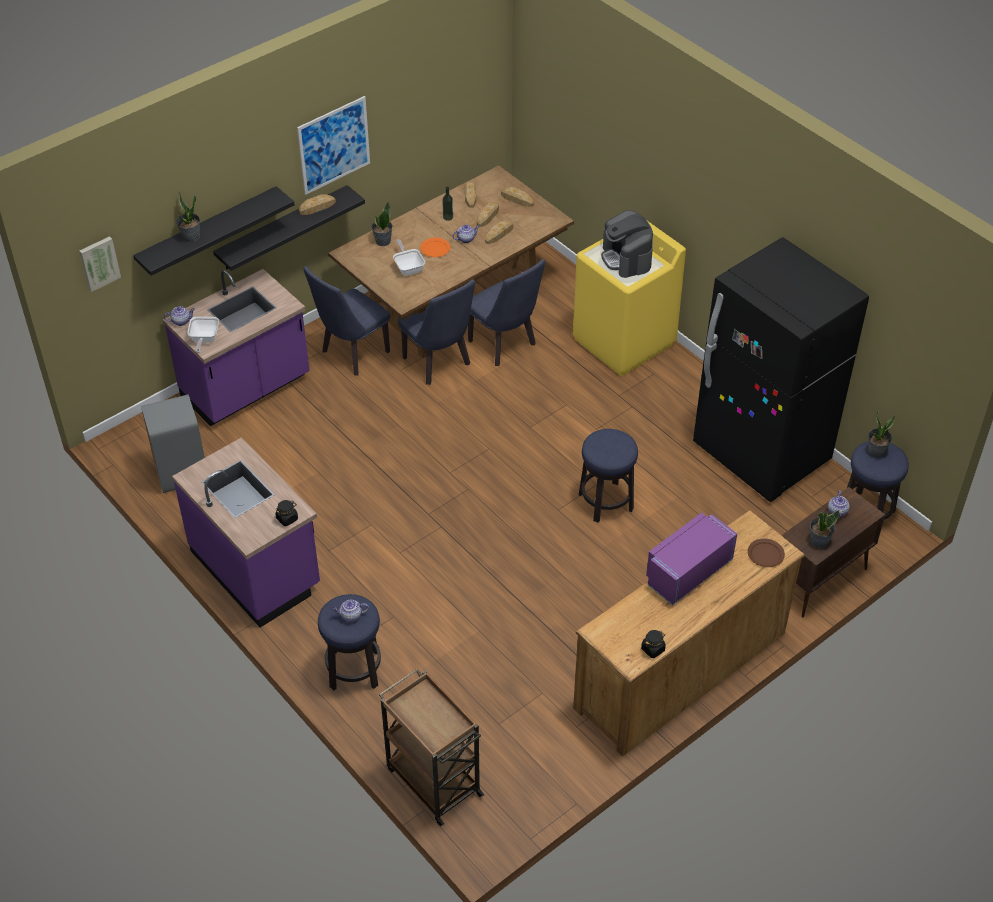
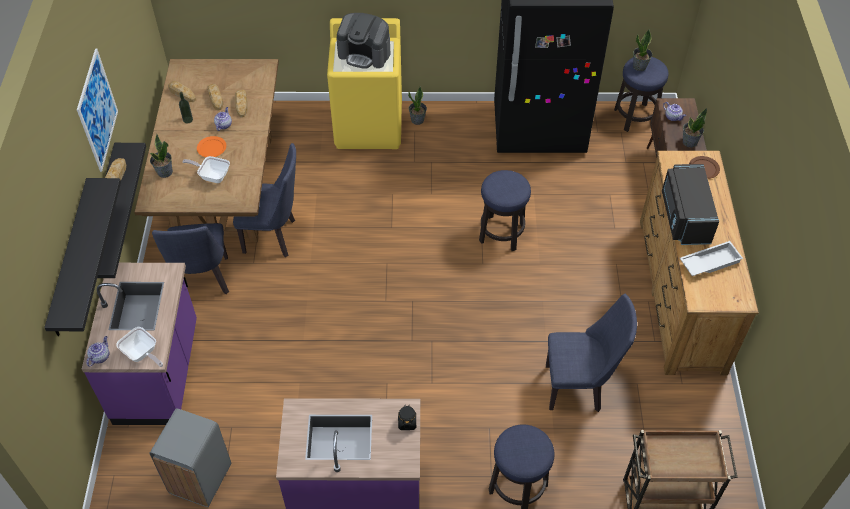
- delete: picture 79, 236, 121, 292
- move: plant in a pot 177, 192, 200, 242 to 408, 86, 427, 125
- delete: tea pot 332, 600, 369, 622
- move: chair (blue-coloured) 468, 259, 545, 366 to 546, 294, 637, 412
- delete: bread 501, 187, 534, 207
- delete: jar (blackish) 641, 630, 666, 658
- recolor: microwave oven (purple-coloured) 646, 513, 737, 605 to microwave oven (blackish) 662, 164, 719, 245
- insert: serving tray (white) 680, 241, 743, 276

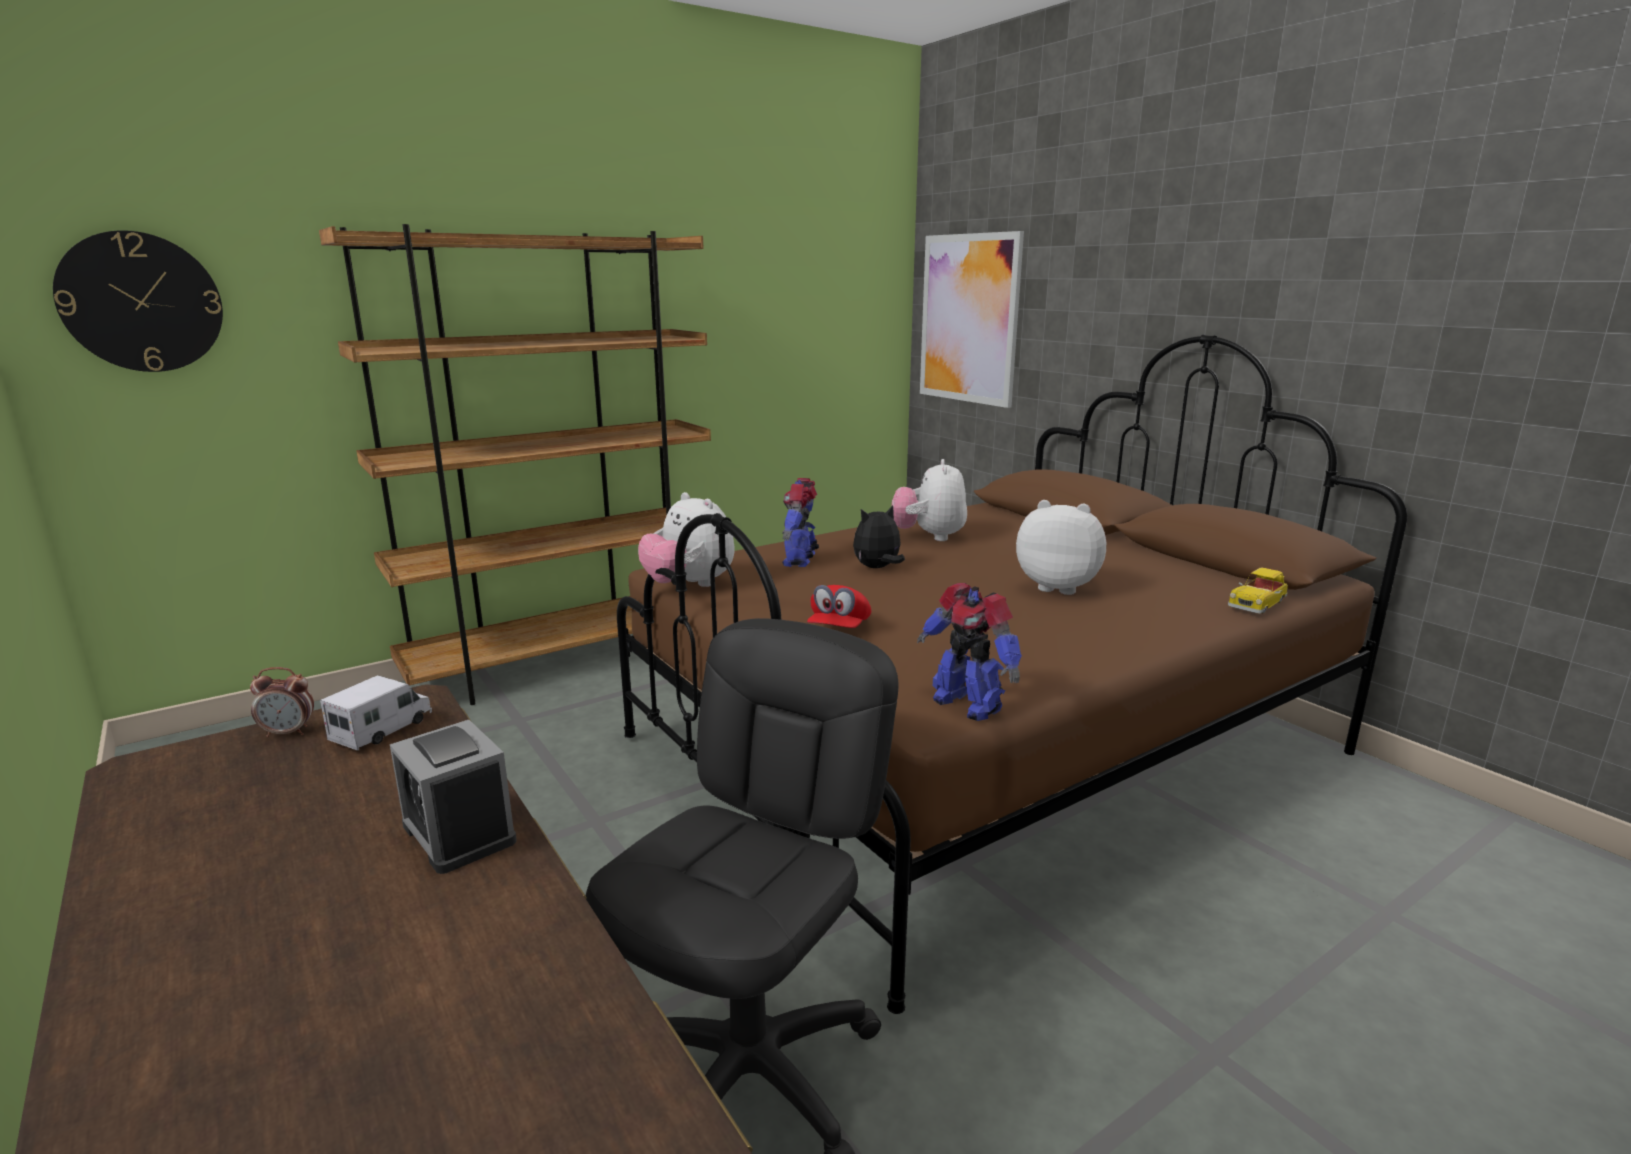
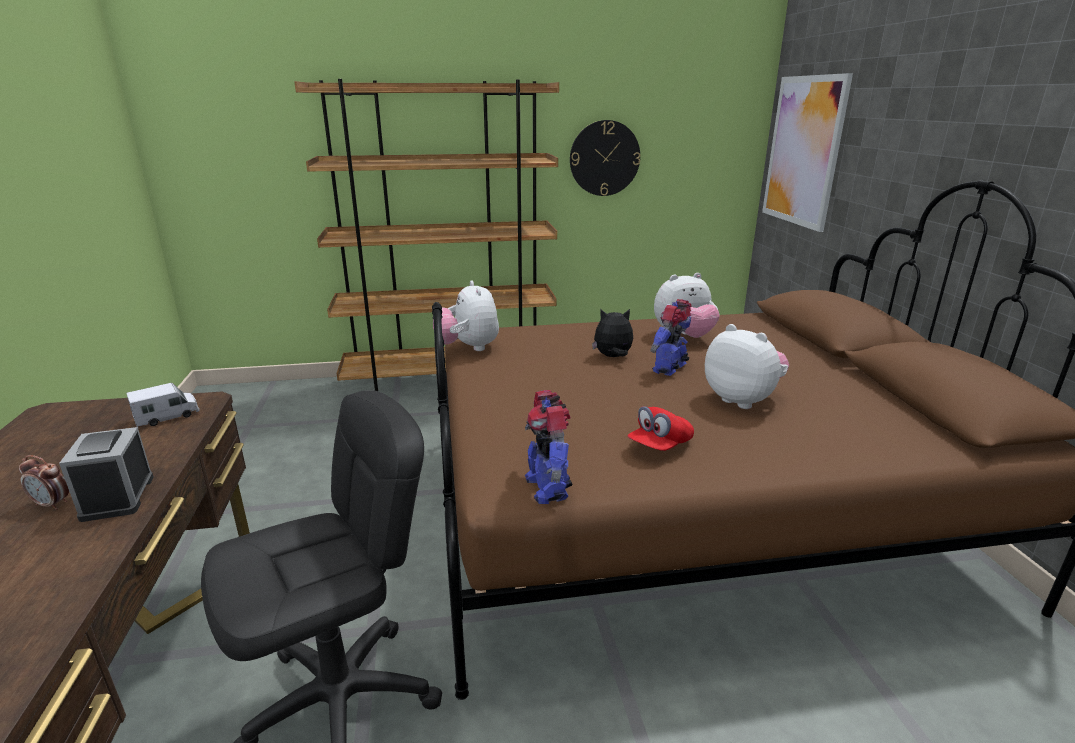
- move: hanging clock 53, 230, 223, 372 to 570, 120, 640, 196
- move: bedside clock 250, 667, 314, 737 to 19, 455, 69, 510
- move: robot figure 782, 478, 819, 567 to 650, 299, 692, 376
- move: cap (red) 807, 585, 871, 628 to 628, 406, 694, 451
- rotate: soft toy 892, 459, 967, 541 = 654, 273, 720, 338 135 degrees counterclockwise
- delete: model car 1228, 568, 1288, 614

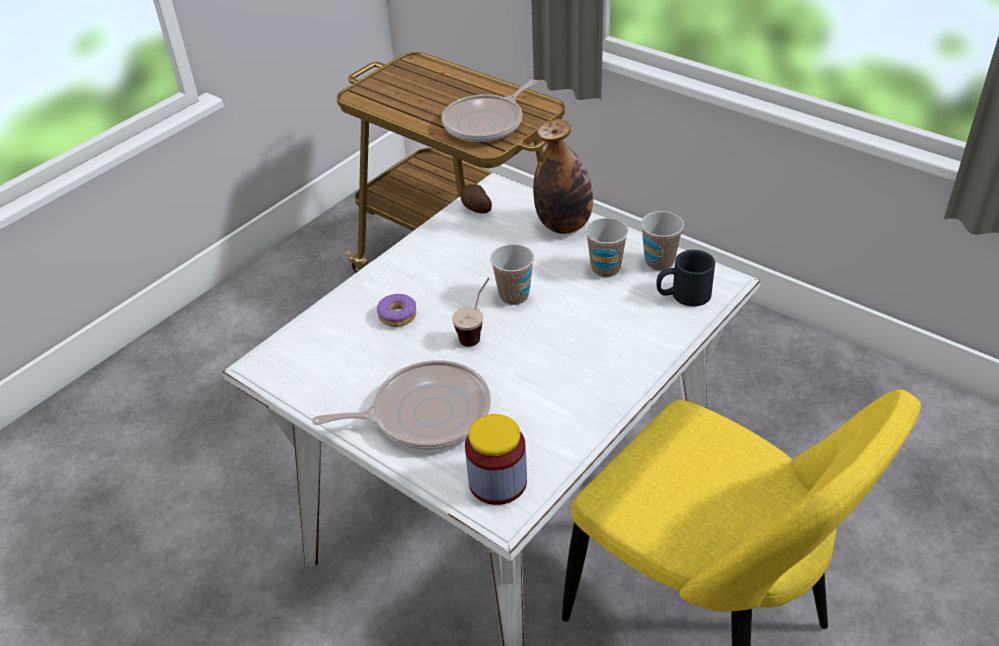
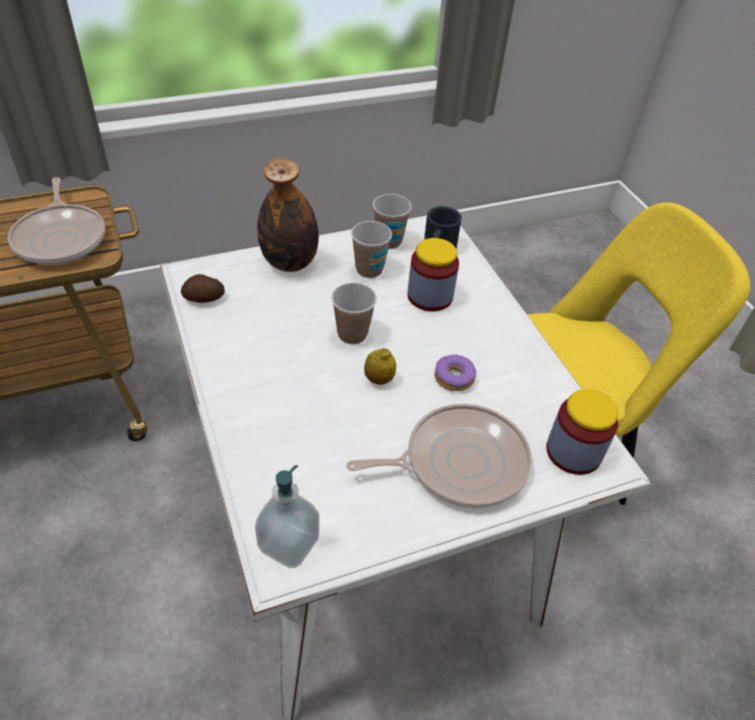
- rotate: pan 312, 360, 491, 450 = 346, 404, 532, 508 60 degrees clockwise
- move: doughnut 377, 294, 416, 327 to 434, 355, 476, 391
- replace: drinking cup 452, 278, 490, 347 to lemon 364, 348, 396, 385
- insert: soap bottle 255, 465, 319, 568
- insert: jar 407, 238, 459, 311

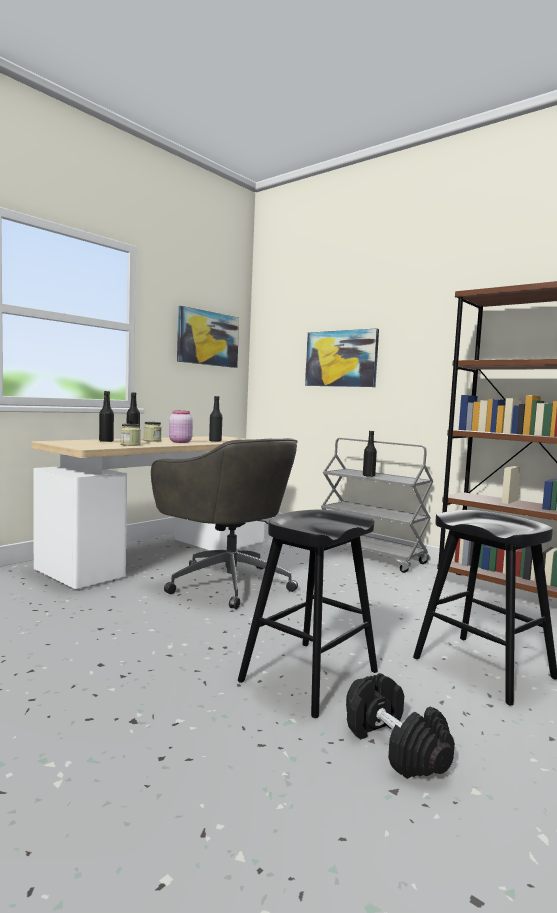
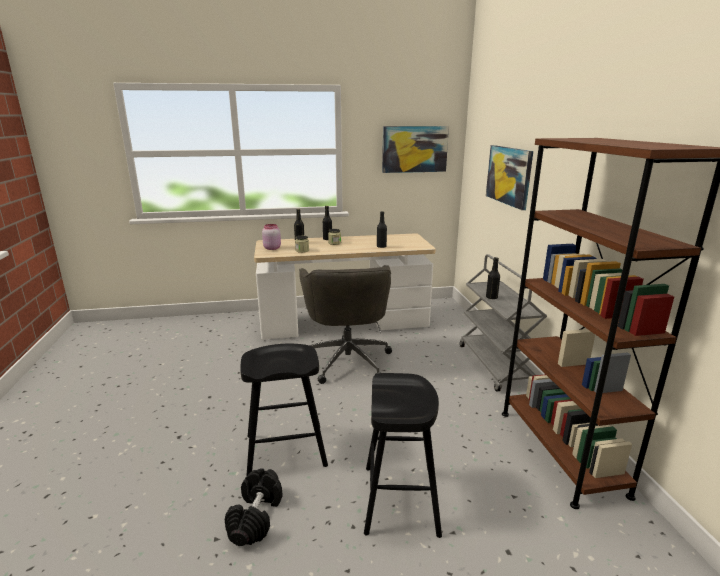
- move: jar (pinkish) 169, 410, 193, 443 to 262, 224, 281, 250

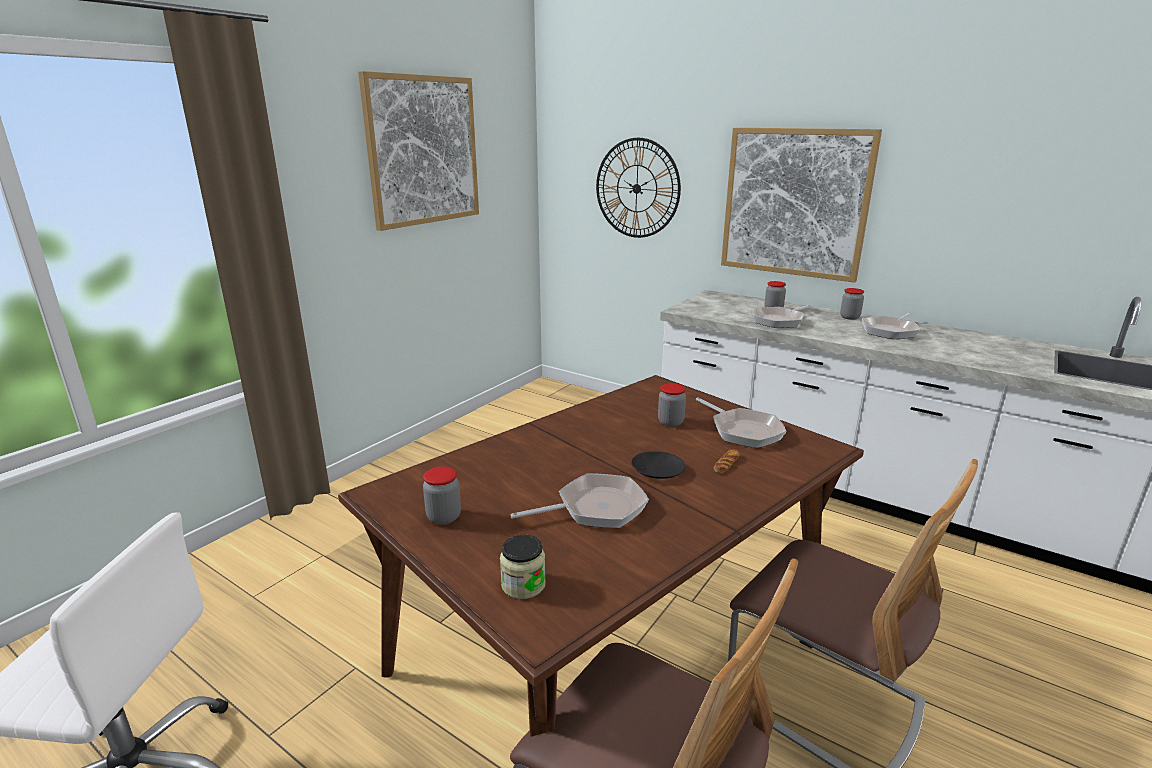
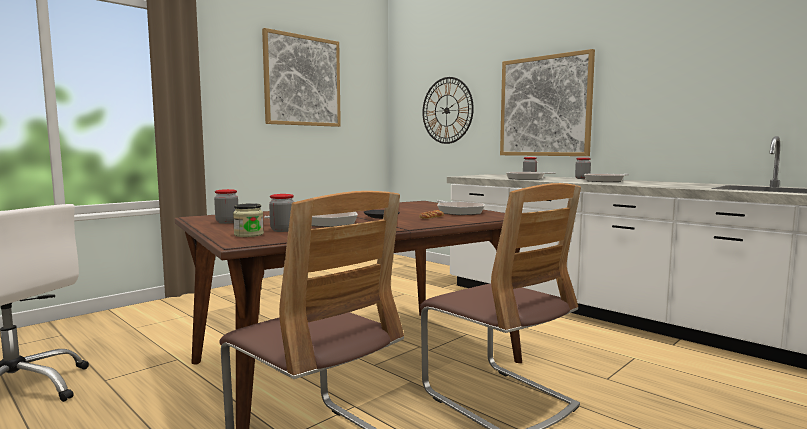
- move: jar 658, 383, 686, 427 to 269, 194, 294, 232

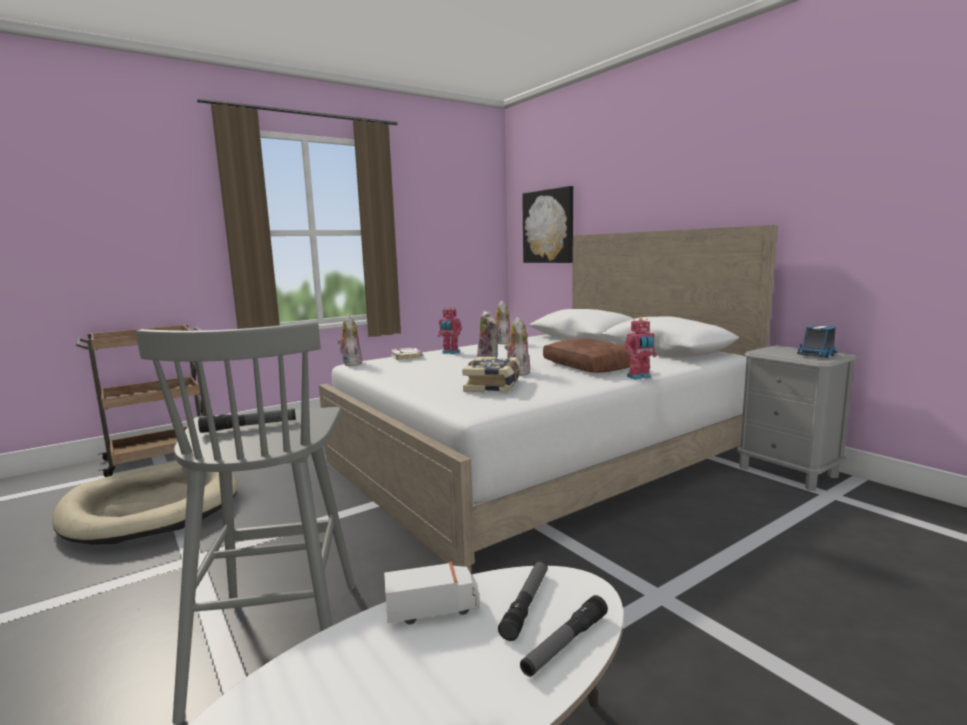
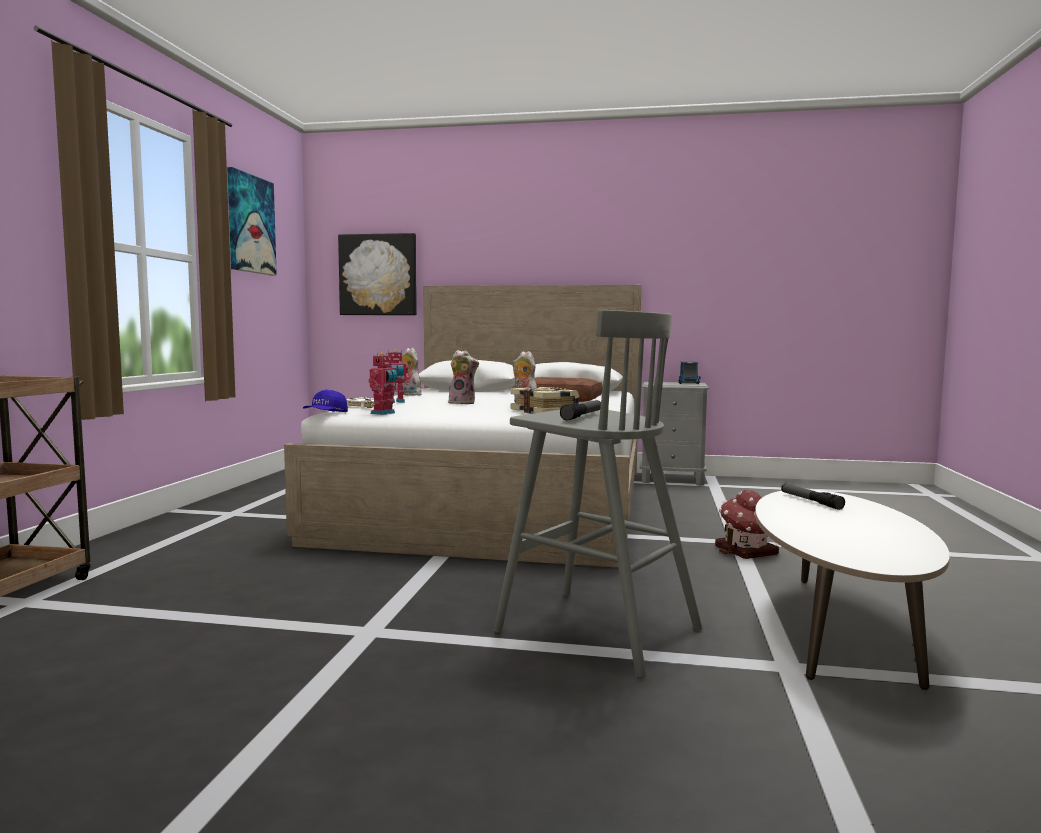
- delete: dog cushion (beige-coloured) 52, 462, 238, 545
- replace: soft toy 338, 315, 362, 366 to cap (blue-coloured) 303, 390, 348, 412
- delete: toy lorry 384, 562, 480, 625
- delete: flashlight 520, 595, 608, 677
- move: robot figure 624, 318, 657, 380 to 369, 352, 399, 415
- insert: picture 227, 167, 277, 276
- insert: model house 715, 490, 779, 559

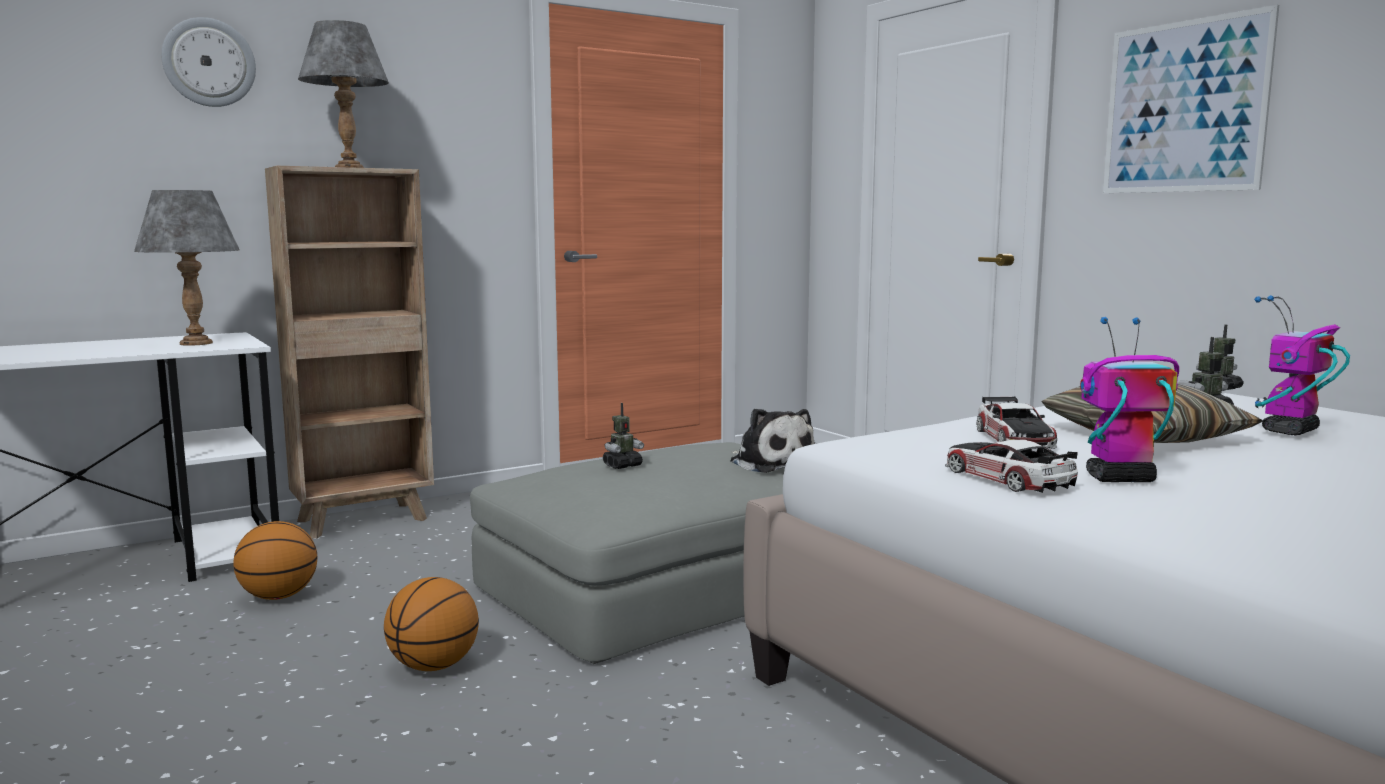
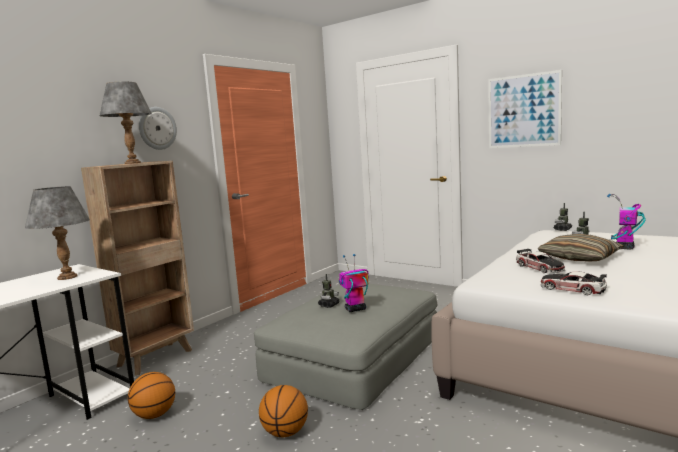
- move: hanging clock 161, 17, 256, 107 to 139, 107, 177, 150
- delete: soft toy 730, 408, 815, 473
- move: robot figure 1080, 317, 1179, 482 to 339, 254, 369, 312

